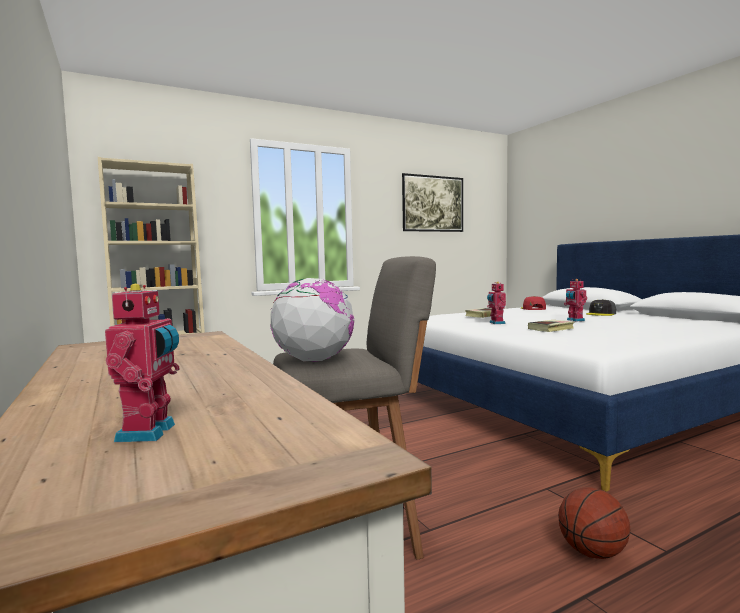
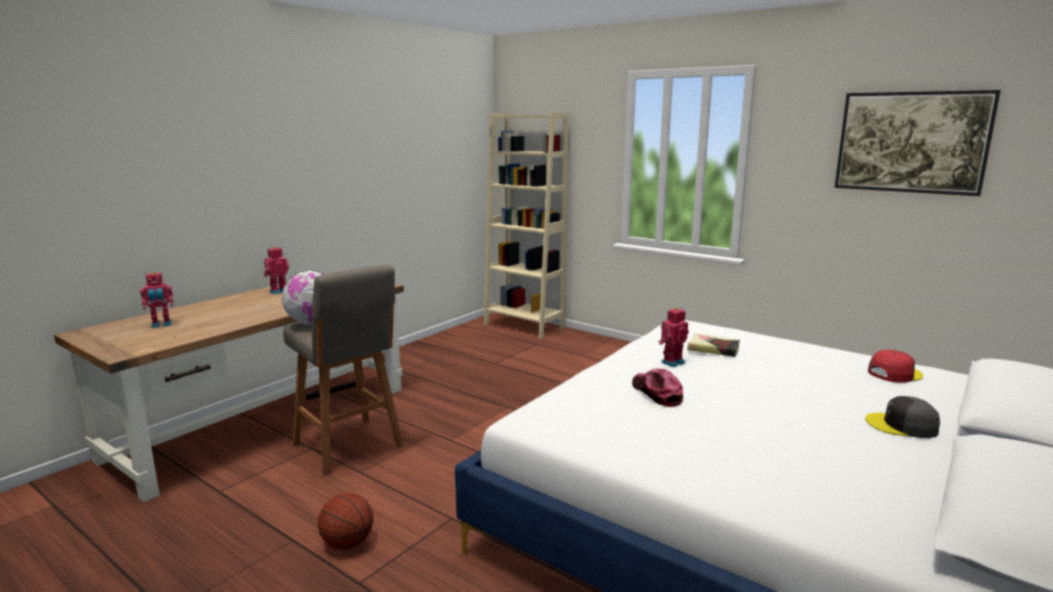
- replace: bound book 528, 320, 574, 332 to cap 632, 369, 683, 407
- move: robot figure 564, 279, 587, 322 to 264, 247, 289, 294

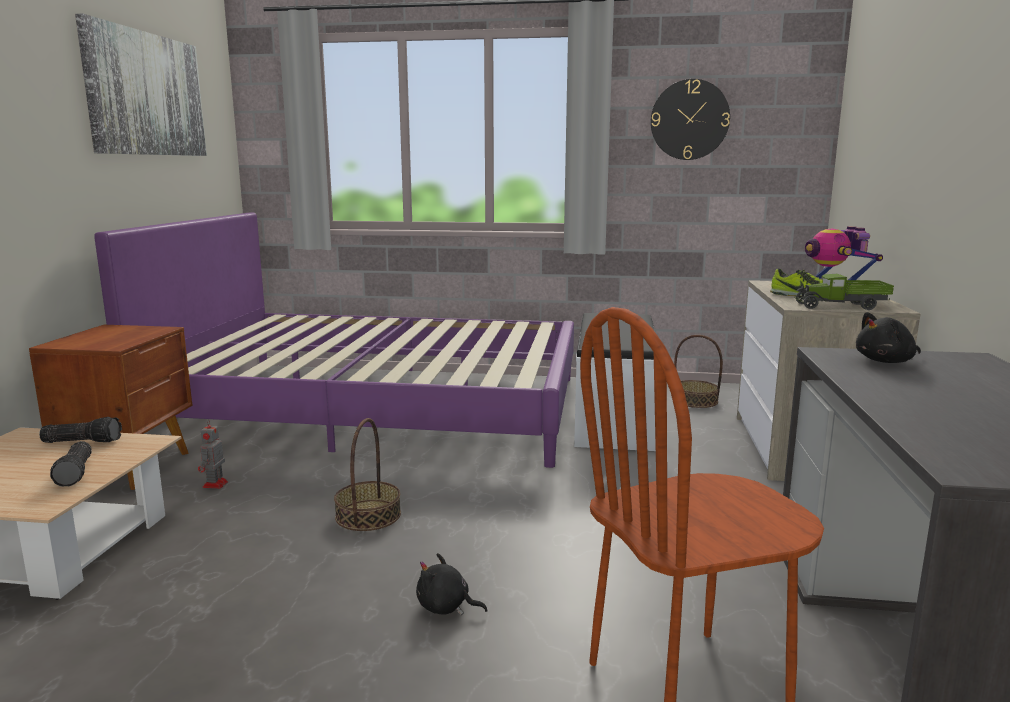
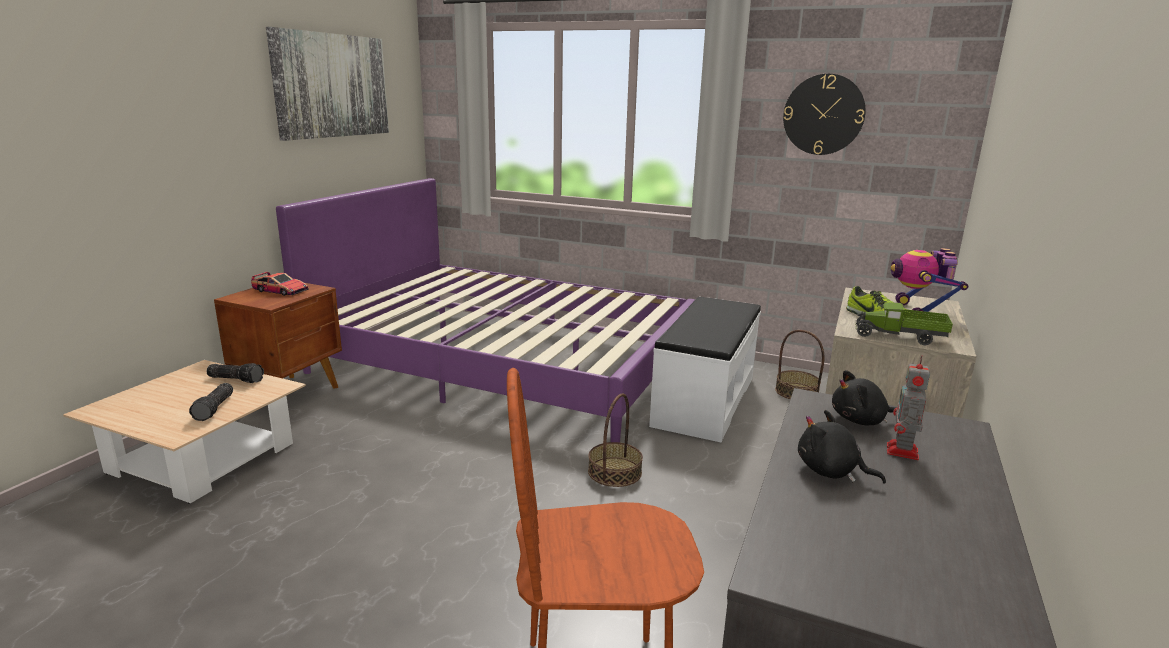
- move: robot figure 198, 420, 228, 489 to 887, 355, 930, 460
- move: household basket 334, 418, 401, 531 to 588, 393, 643, 487
- move: soft toy (blackish) 416, 553, 488, 615 to 798, 410, 886, 484
- insert: model car 251, 272, 308, 296

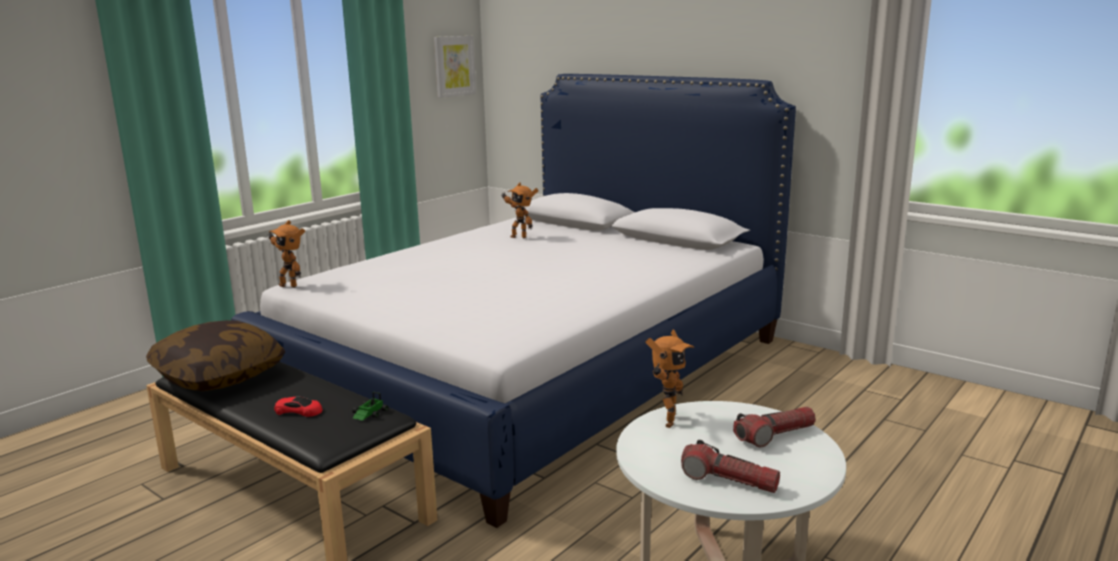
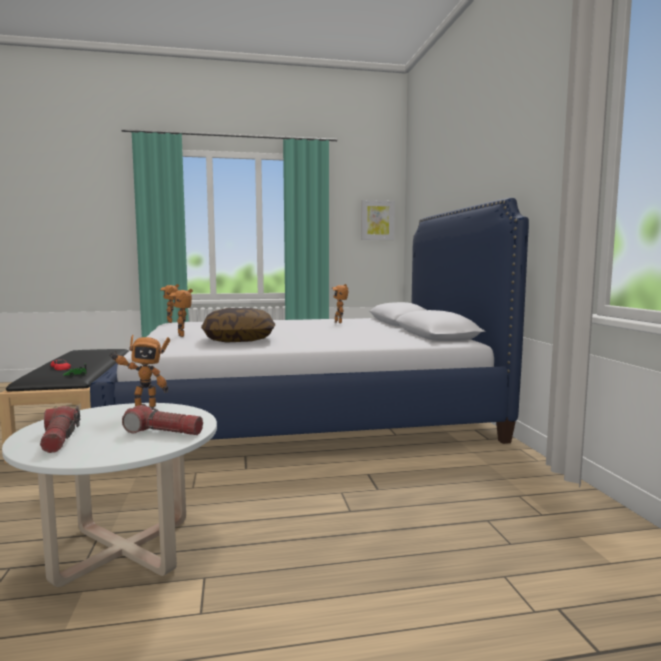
- move: pillow 146, 320, 285, 391 to 201, 308, 275, 343
- insert: robot figure 170, 289, 193, 337

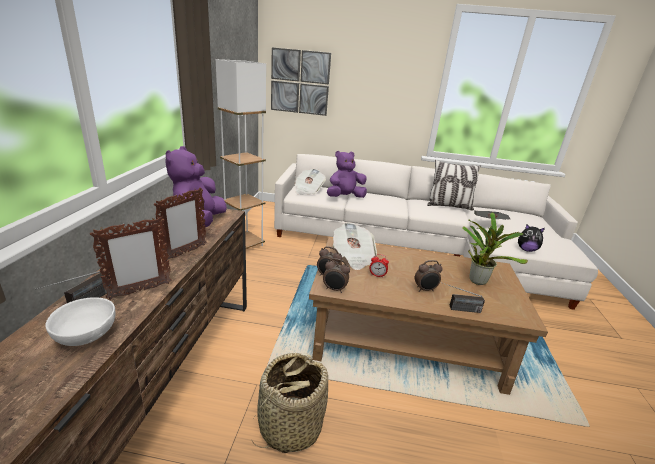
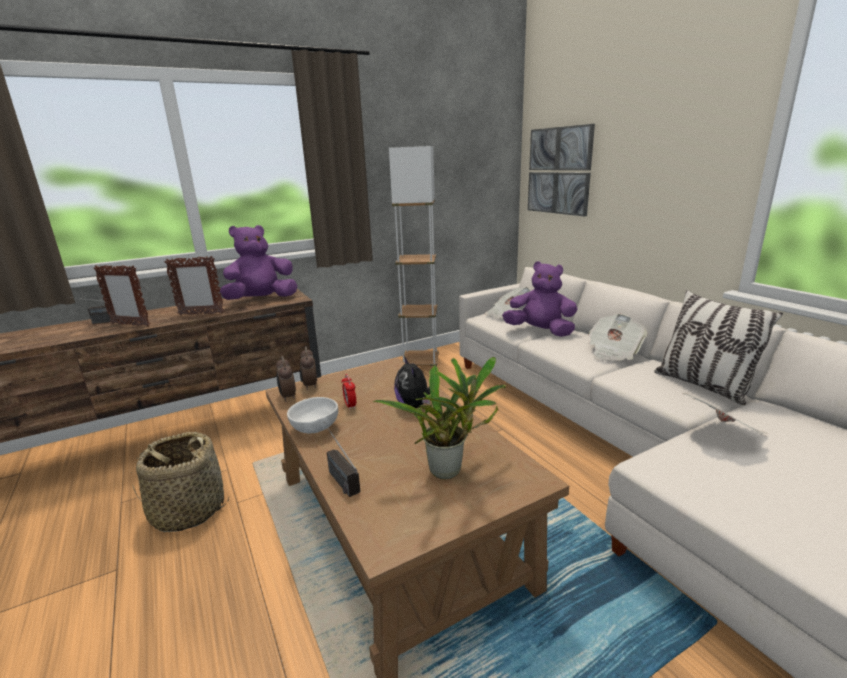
- move: serving bowl (white) 45, 297, 116, 346 to 287, 397, 338, 433
- move: newspaper 333, 222, 377, 270 to 588, 314, 647, 361
- delete: bedside clock 415, 260, 442, 292
- move: soft toy 518, 225, 545, 252 to 394, 356, 430, 408

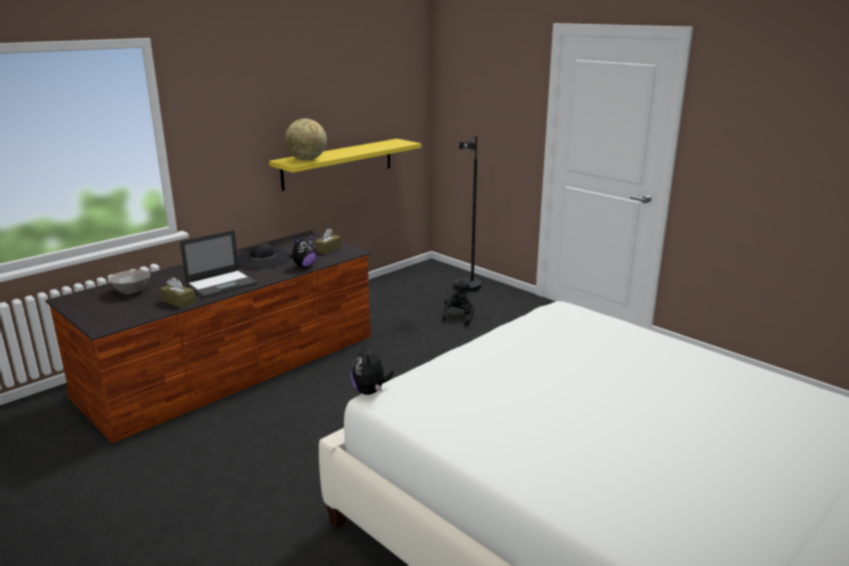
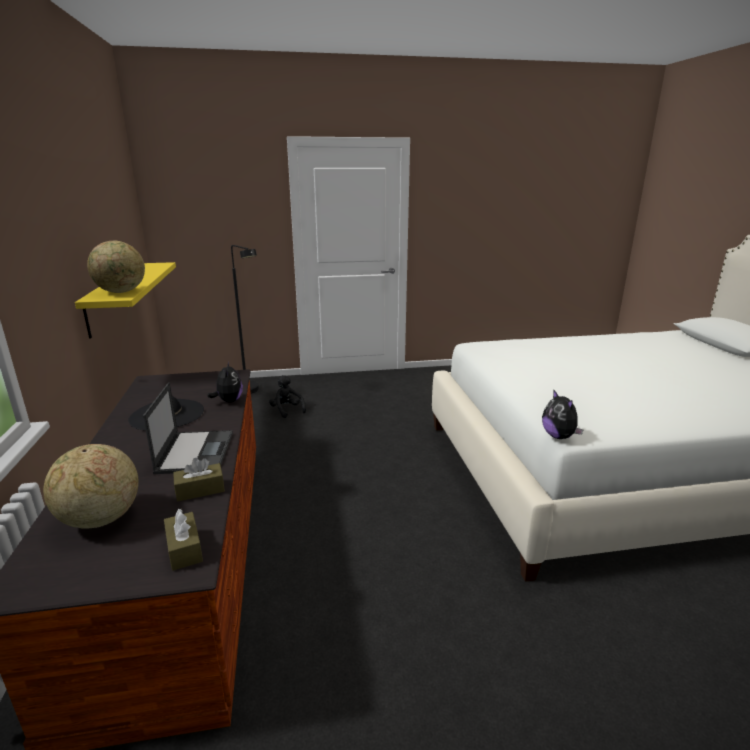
- replace: serving bowl (gray) 108, 270, 150, 294 to world globe 43, 444, 139, 529
- move: tissue holder (brown-coloured) 314, 228, 341, 255 to 164, 509, 203, 571
- rotate: soft toy 351, 341, 394, 395 = 542, 389, 583, 439 45 degrees clockwise

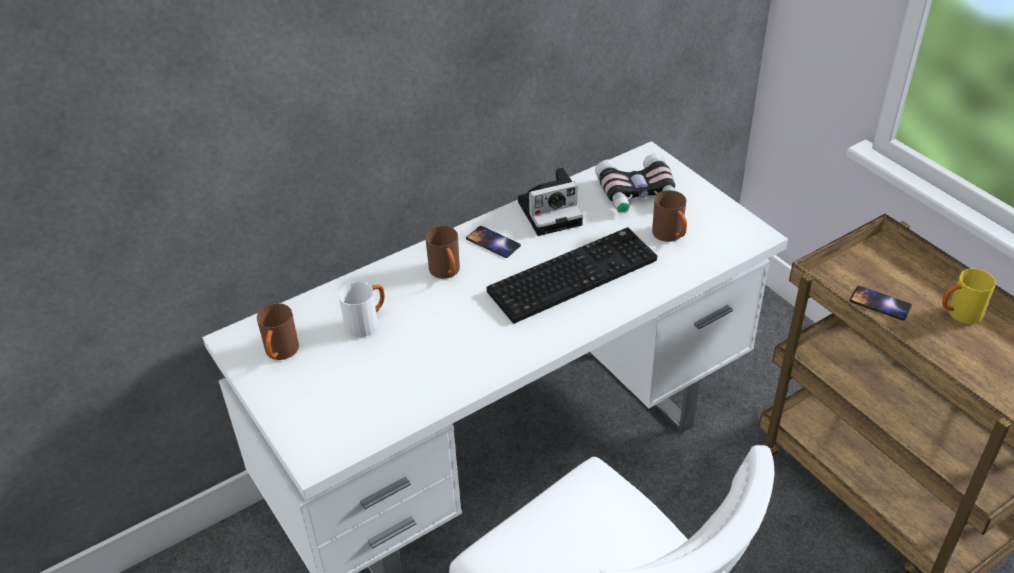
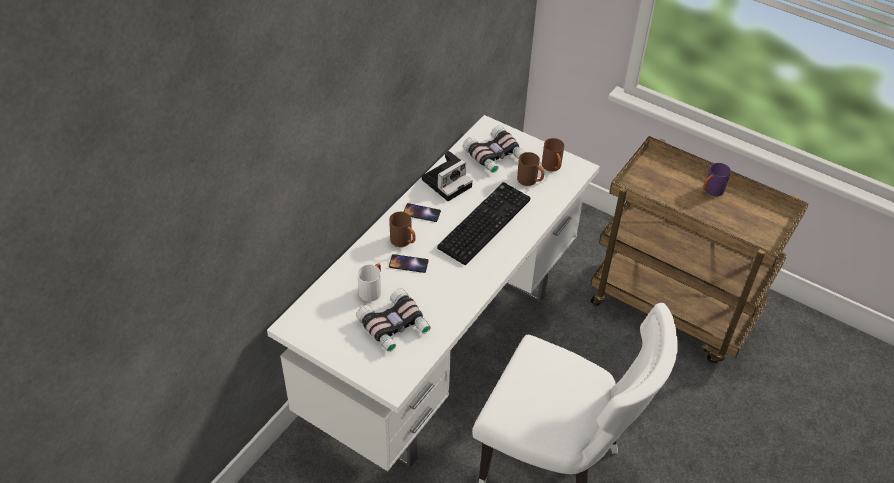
- move: coffee mug (brown-coloured) 257, 303, 299, 360 to 542, 138, 565, 172
- move: phone 850, 286, 912, 321 to 389, 254, 429, 273
- recolor: coffee mug (yellowish) 942, 269, 996, 324 to coffee mug (purple-coloured) 703, 163, 731, 196
- insert: pair of binoculars 356, 288, 431, 352

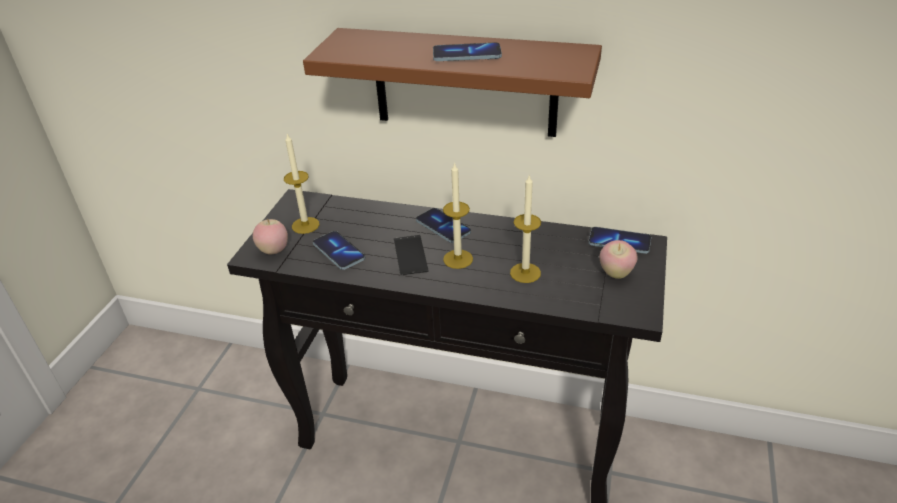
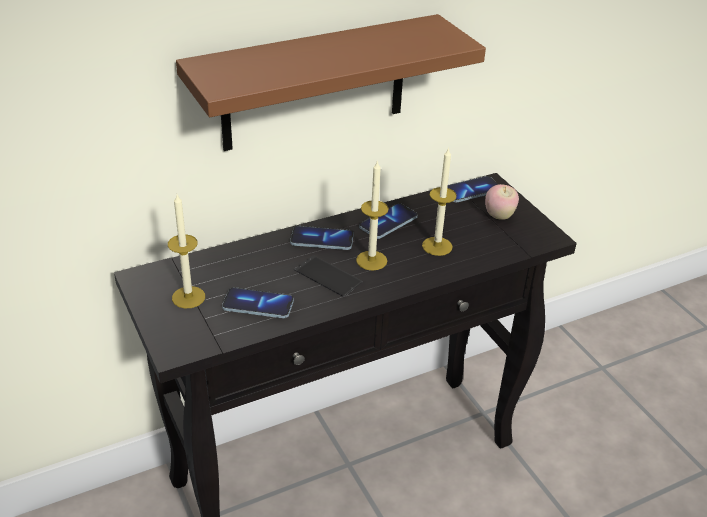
- delete: apple fruit 253, 219, 288, 254
- move: phone 433, 42, 502, 61 to 359, 203, 418, 239

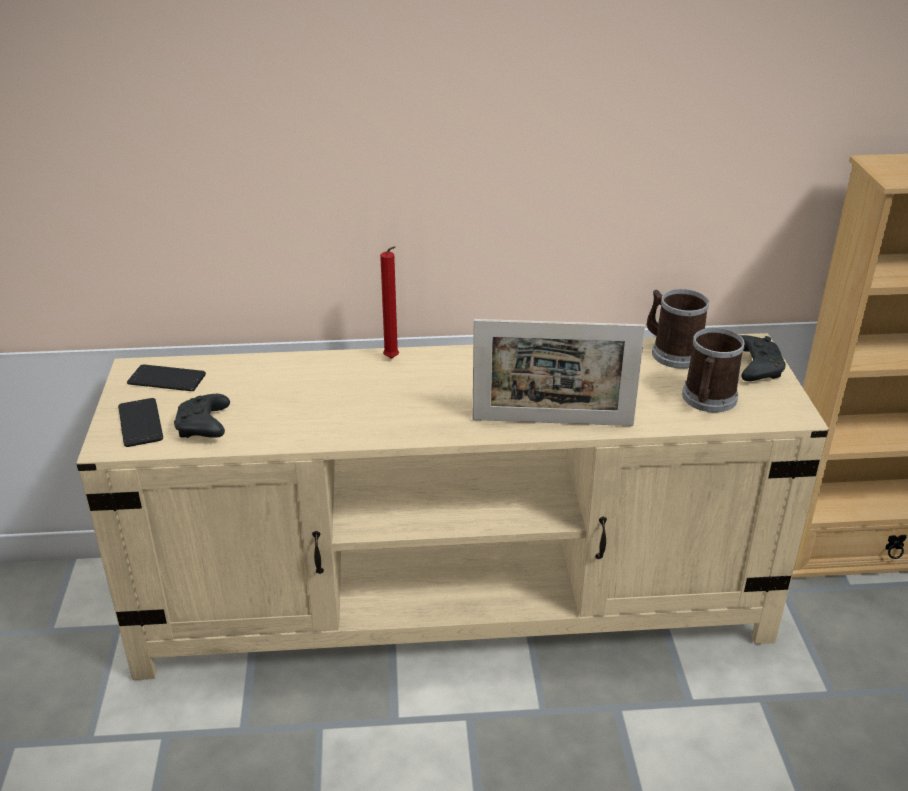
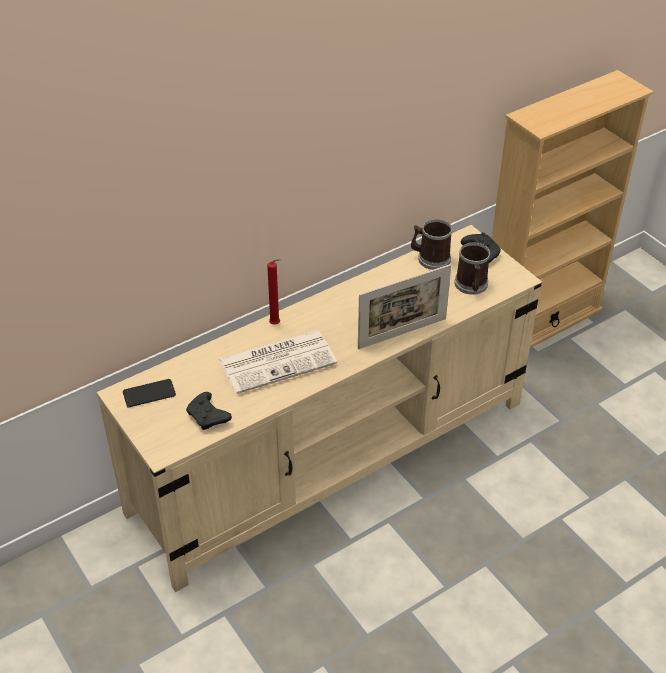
- delete: phone 118, 398, 163, 447
- insert: newspaper 219, 330, 337, 394

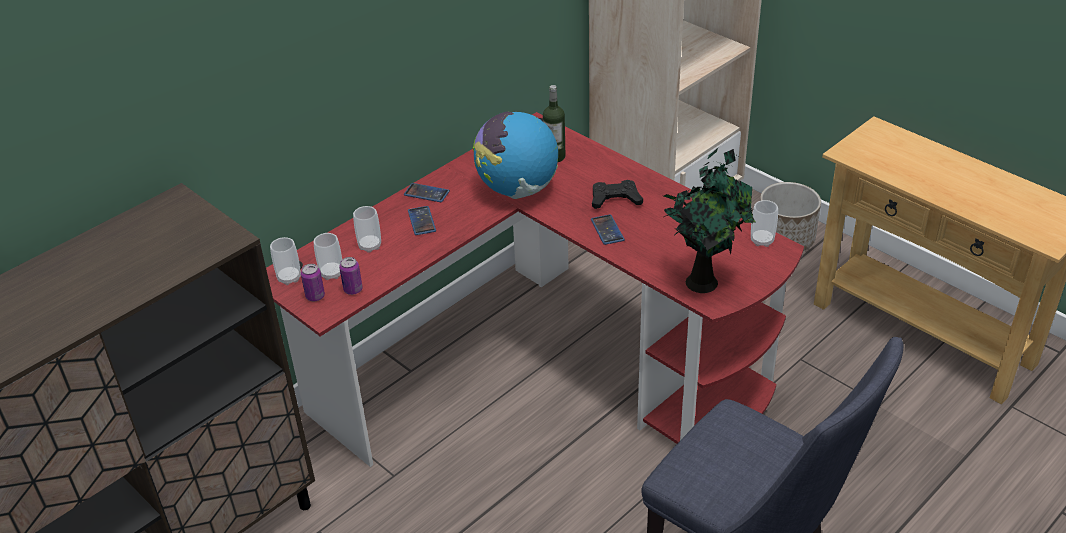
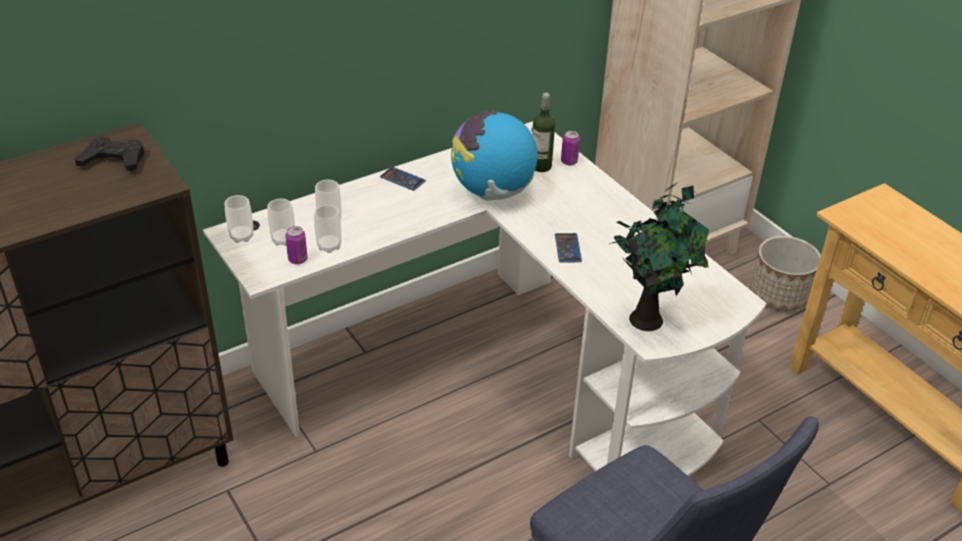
- recolor: desk unit (red) 266, 112, 804, 467 to desk unit (white) 203, 121, 766, 476
- move: metal can 301, 264, 325, 301 to 561, 131, 580, 165
- delete: phone 408, 206, 436, 235
- move: joypad (blackish) 592, 180, 643, 209 to 74, 137, 144, 171
- move: drinking cup 751, 200, 778, 247 to 314, 205, 341, 253

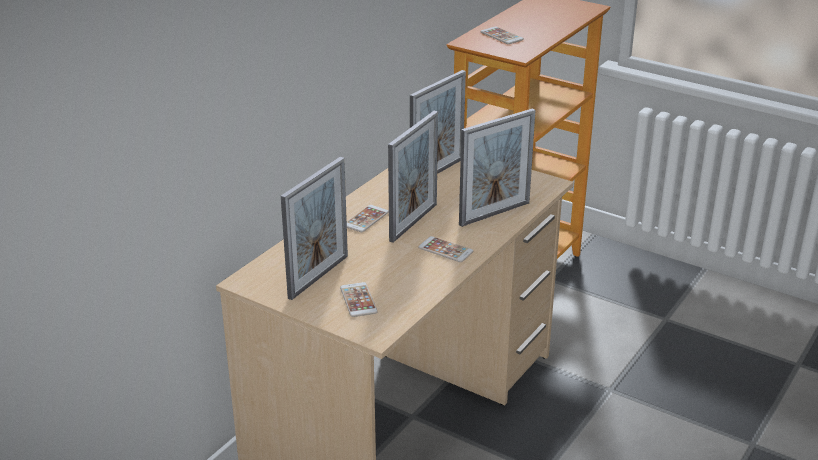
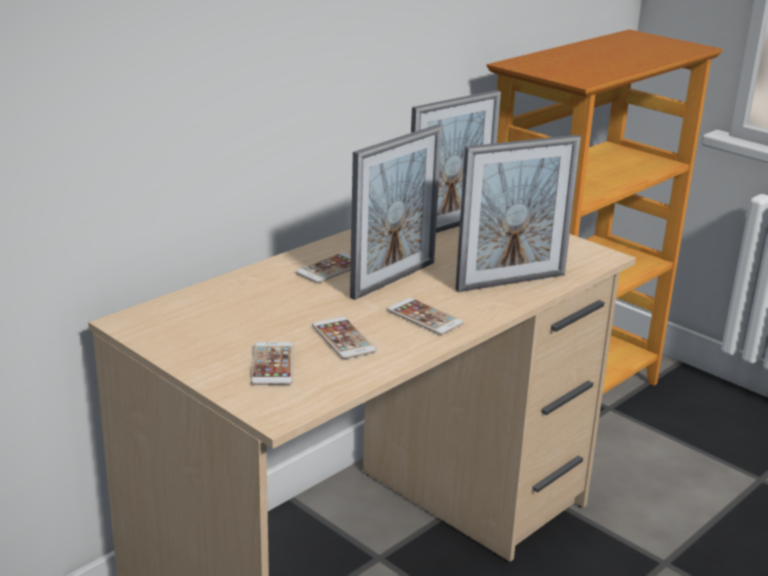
- delete: picture frame 281, 157, 348, 300
- move: phone 480, 27, 524, 44 to 312, 317, 377, 359

